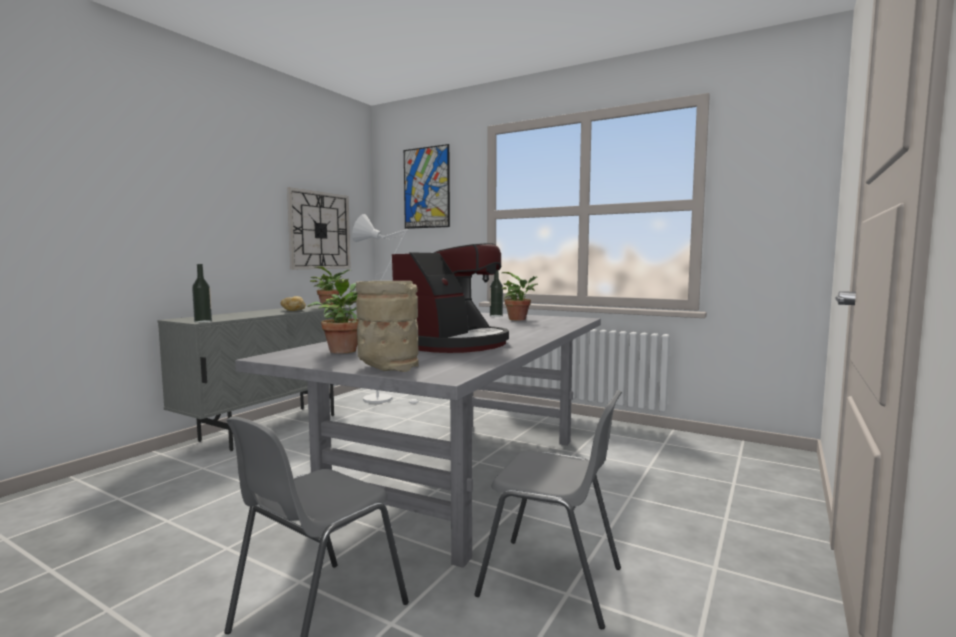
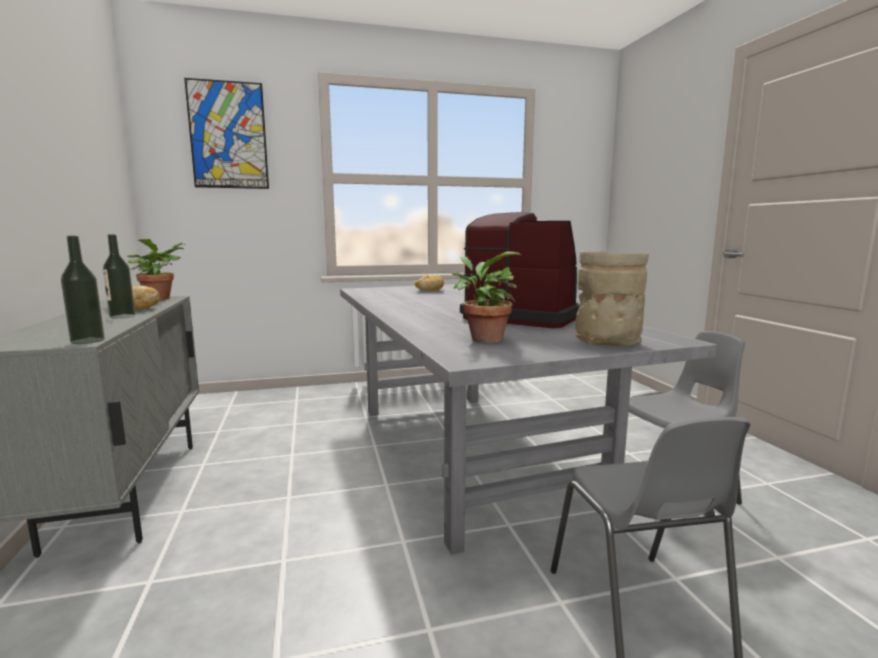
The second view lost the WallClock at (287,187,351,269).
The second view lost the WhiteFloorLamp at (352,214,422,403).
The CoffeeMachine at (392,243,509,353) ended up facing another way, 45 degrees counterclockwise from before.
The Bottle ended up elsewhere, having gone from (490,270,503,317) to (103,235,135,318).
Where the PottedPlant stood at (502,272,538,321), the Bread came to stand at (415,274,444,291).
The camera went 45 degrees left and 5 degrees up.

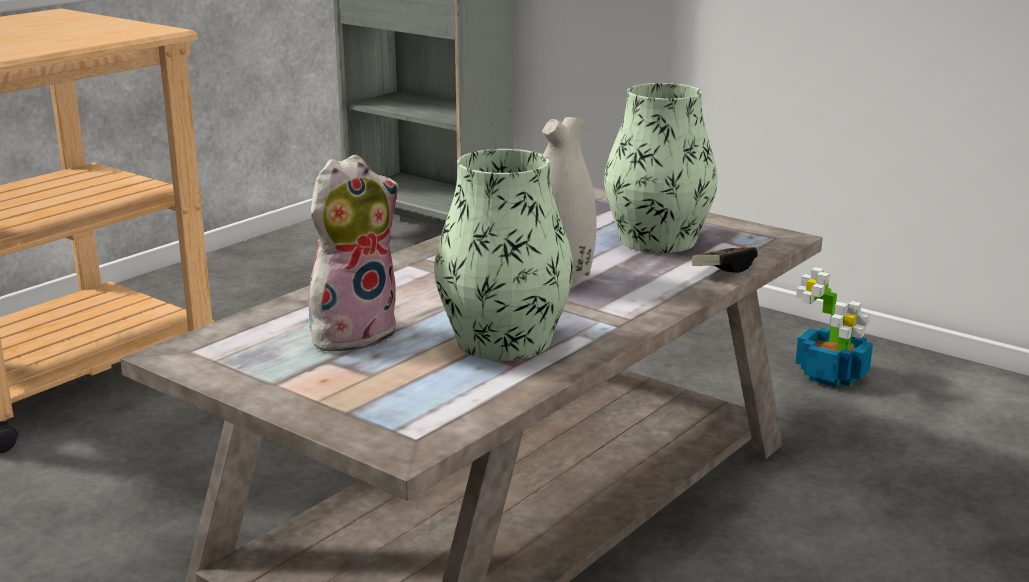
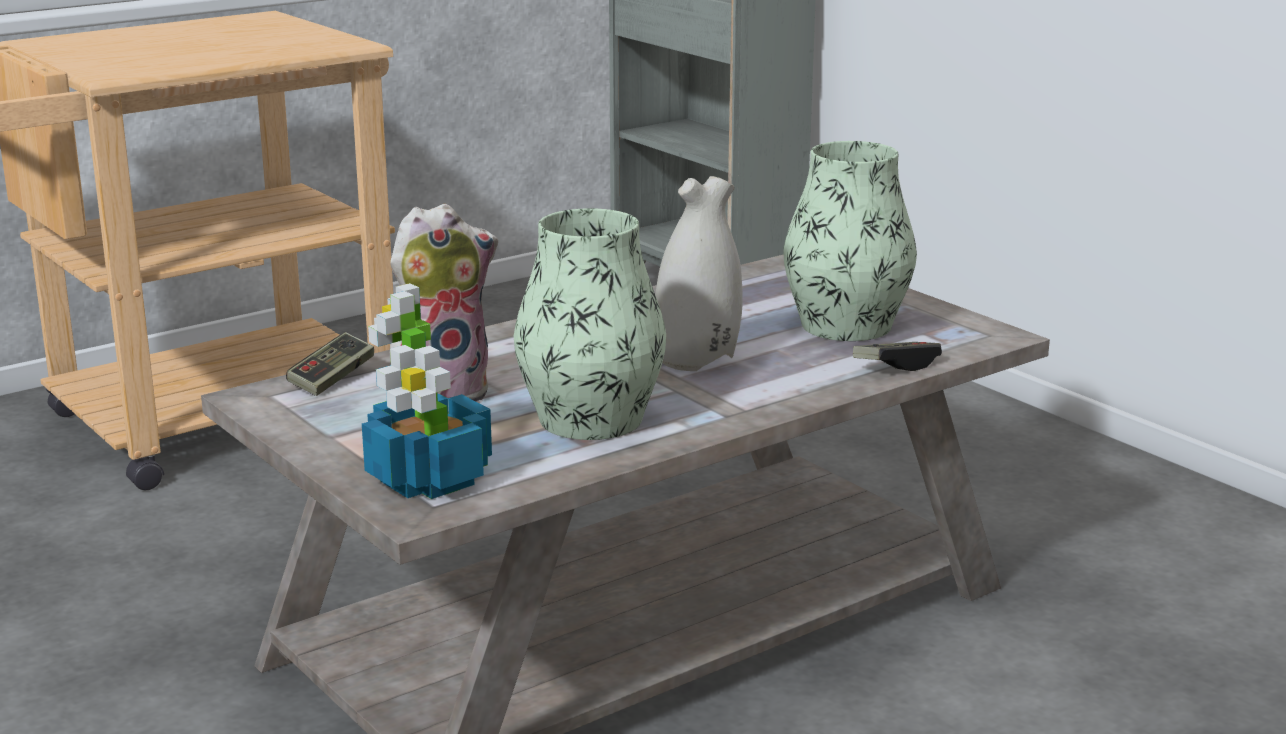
The PottedPlant ended up elsewhere, having gone from (796,267,873,387) to (362,283,492,499).
The second view gained the GameController at (286,332,374,396).
The camera went 15 degrees right and 0 degrees up.

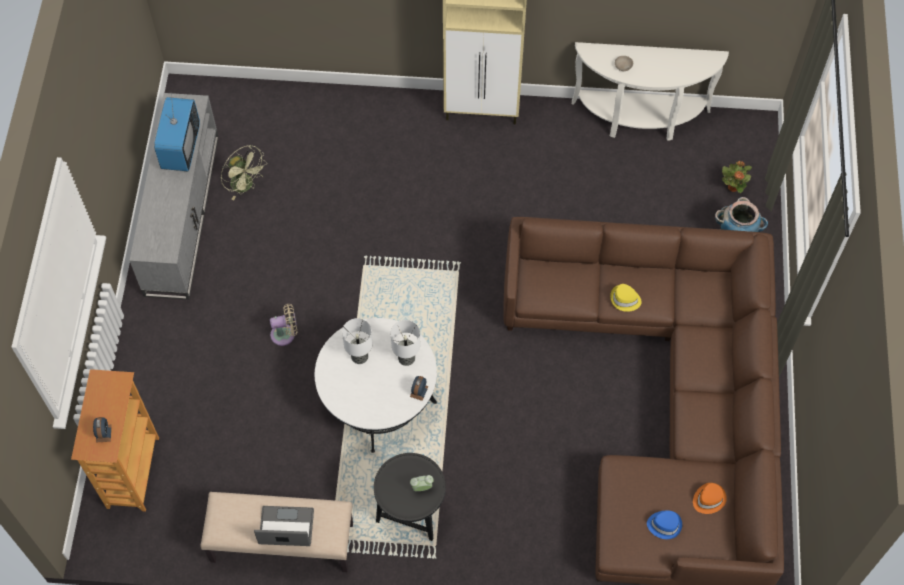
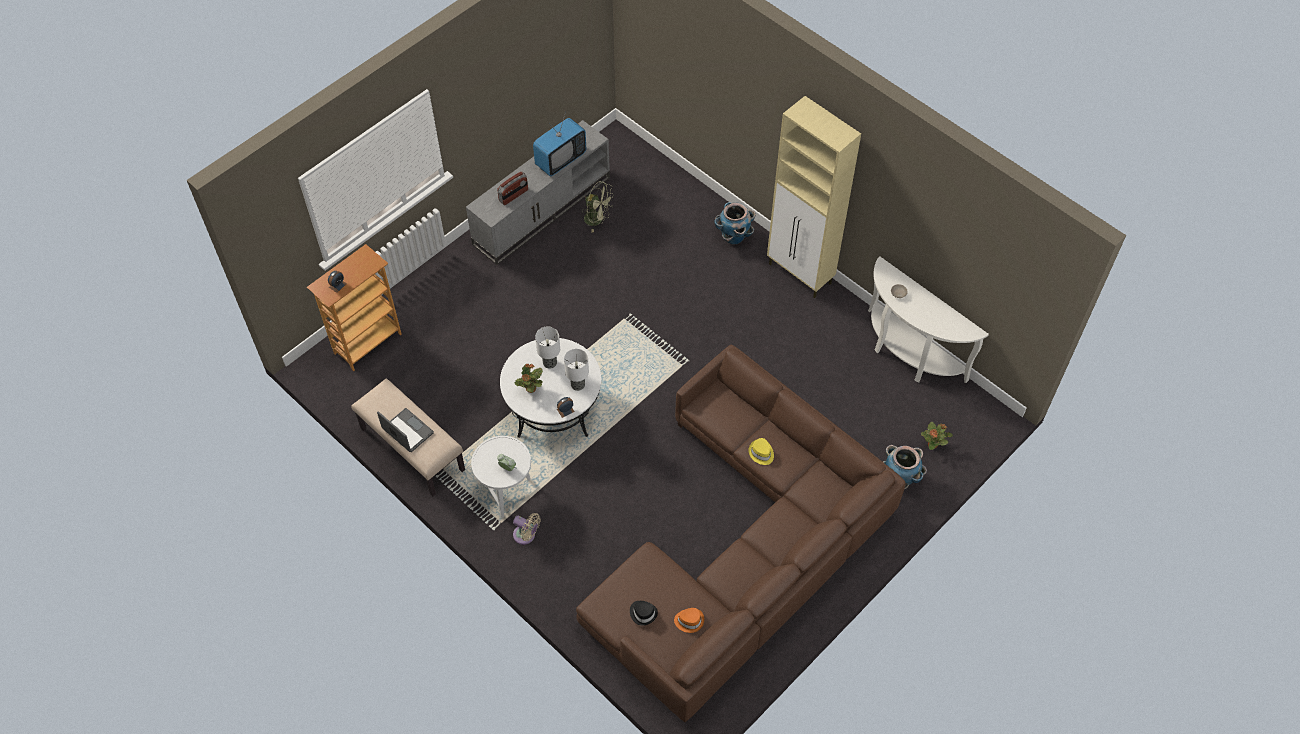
The GreenFan at (221,145,267,200) ended up facing another way, 60 degrees counterclockwise from before.
The BeigeFan ended up elsewhere, having gone from (270,304,297,346) to (513,513,541,545).
What was the BlackSideTable at (374,453,446,541) turned into the WhiteSideTable at (471,436,531,518).
What was the BlueHat at (647,510,682,539) turned into the BlackHat at (630,601,658,626).
The second view gained the Radio at (497,172,528,205).
The second view gained the PottedPlant at (515,363,543,393).
The second view gained the Planter at (714,202,756,245).
The camera went 40 degrees right and 5 degrees down.

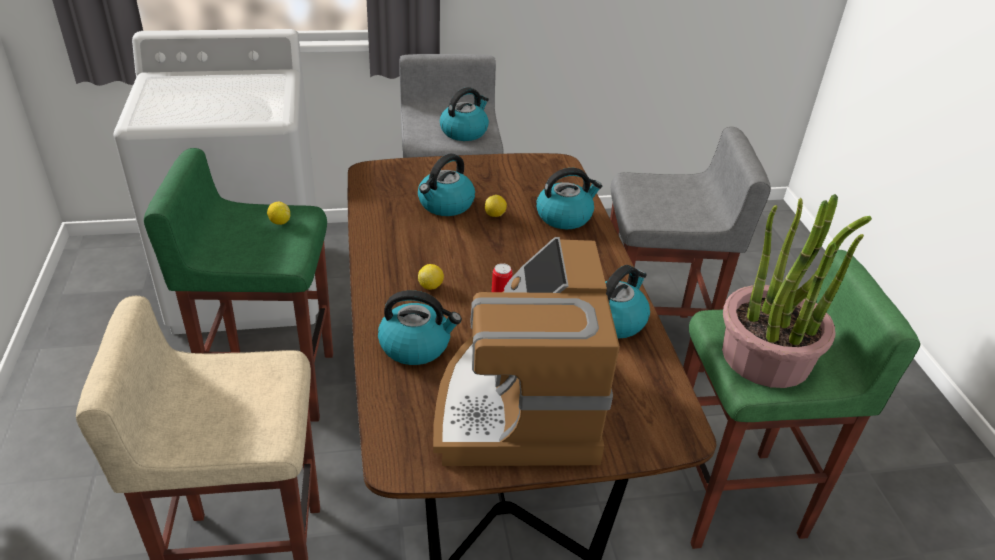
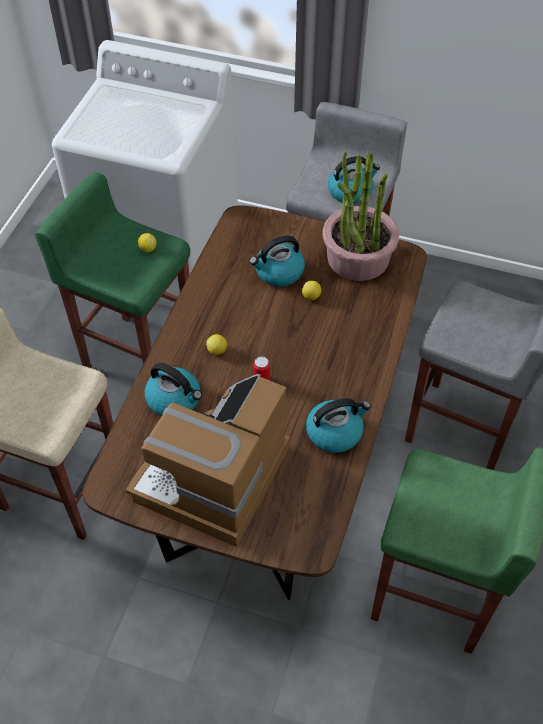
The second view lost the Kettle at (536,168,602,229).
The PottedPlant ended up elsewhere, having gone from (722,194,872,388) to (323,151,399,281).
The camera went 30 degrees right and 15 degrees up.

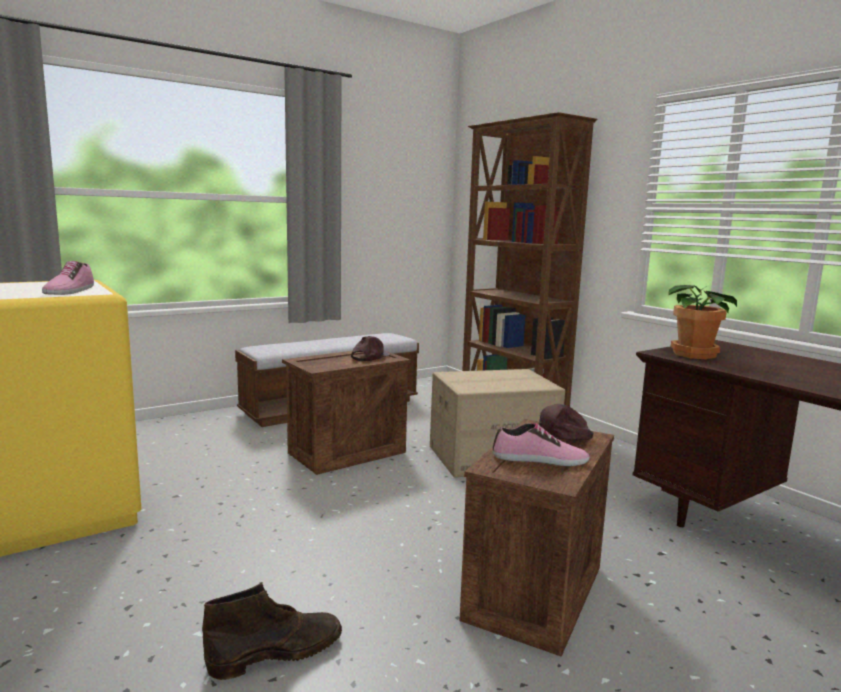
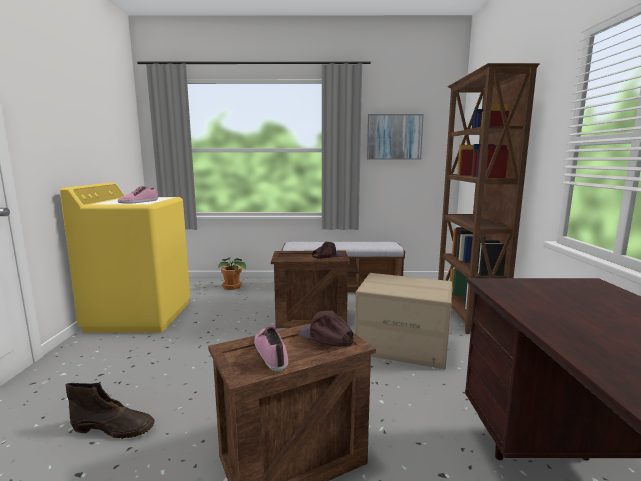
The Shoe at (493,423,590,466) ended up facing another way, 150 degrees counterclockwise from before.
The PottedPlant ended up elsewhere, having gone from (668,285,737,360) to (218,257,246,290).
The second view gained the Picture at (367,114,424,159).
The camera went 35 degrees right and 0 degrees up.

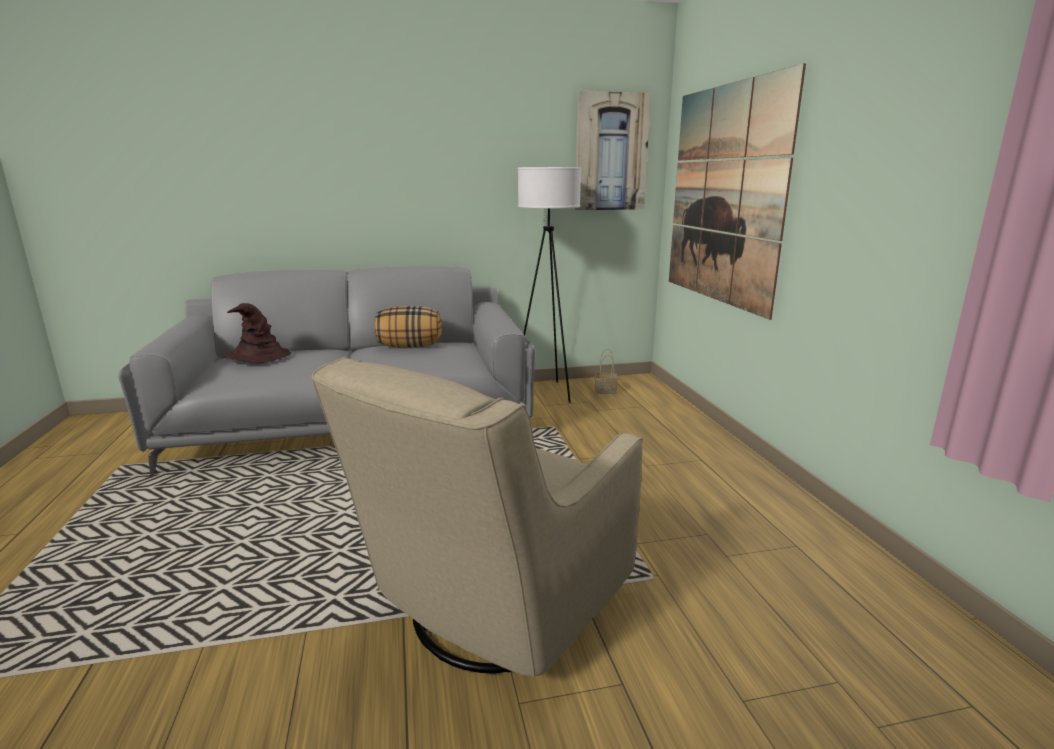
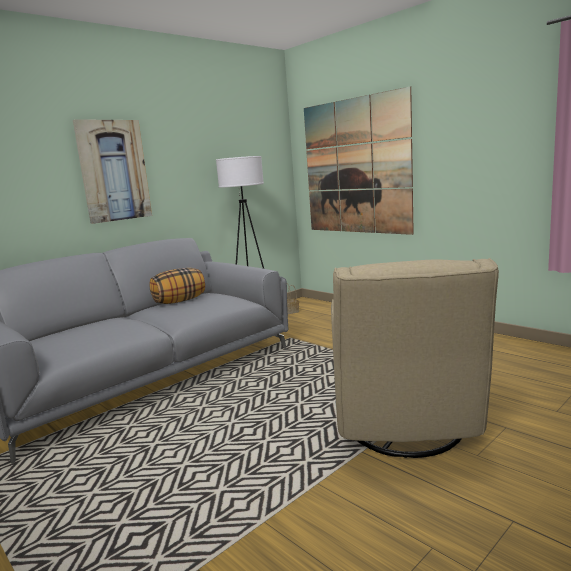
The second view lost the BrownHat at (222,303,291,363).
The Picture ended up elsewhere, having gone from (575,91,651,210) to (73,119,152,224).
The camera went 30 degrees left and 5 degrees down.

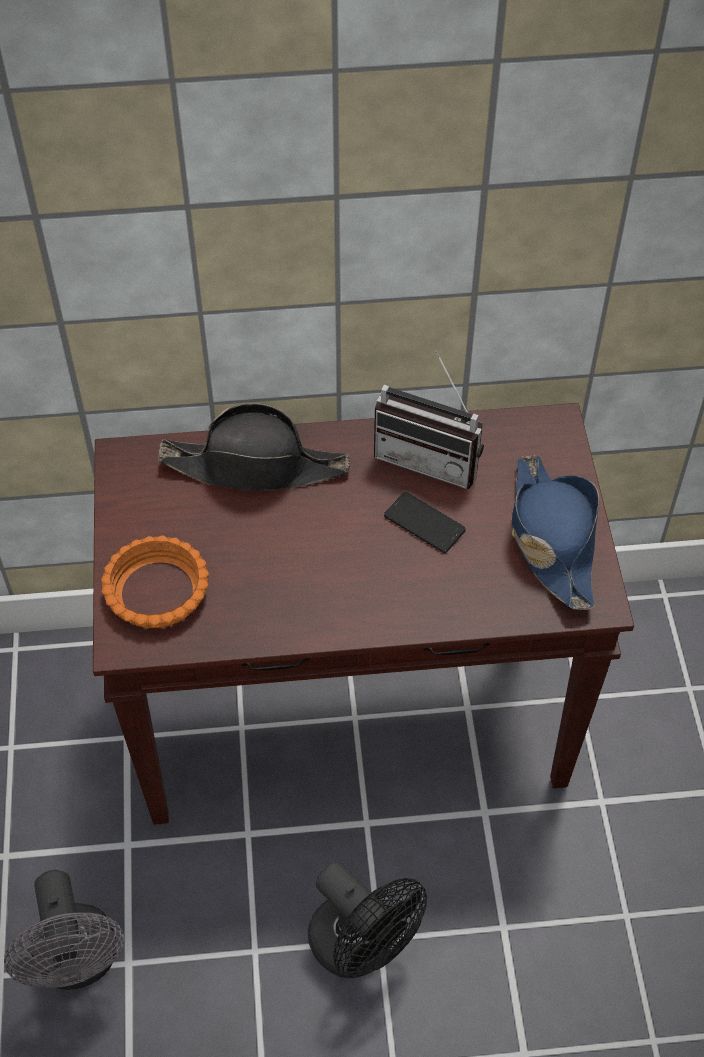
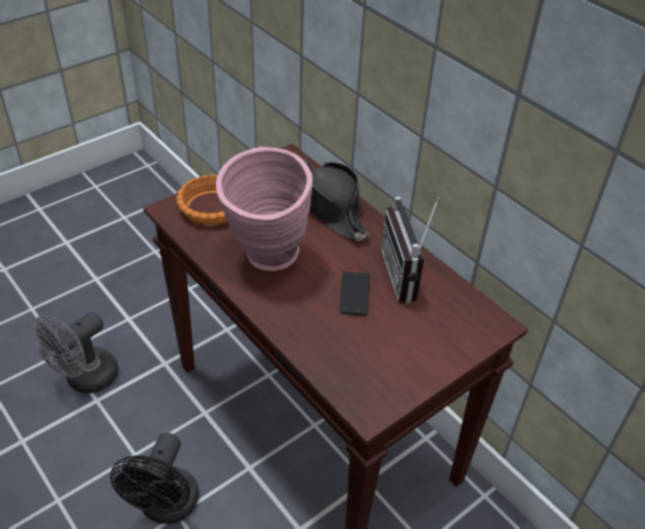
The second view lost the BlueHat at (511,455,599,610).
The second view gained the PinkVase at (216,147,313,271).
The camera went 55 degrees right and 10 degrees down.

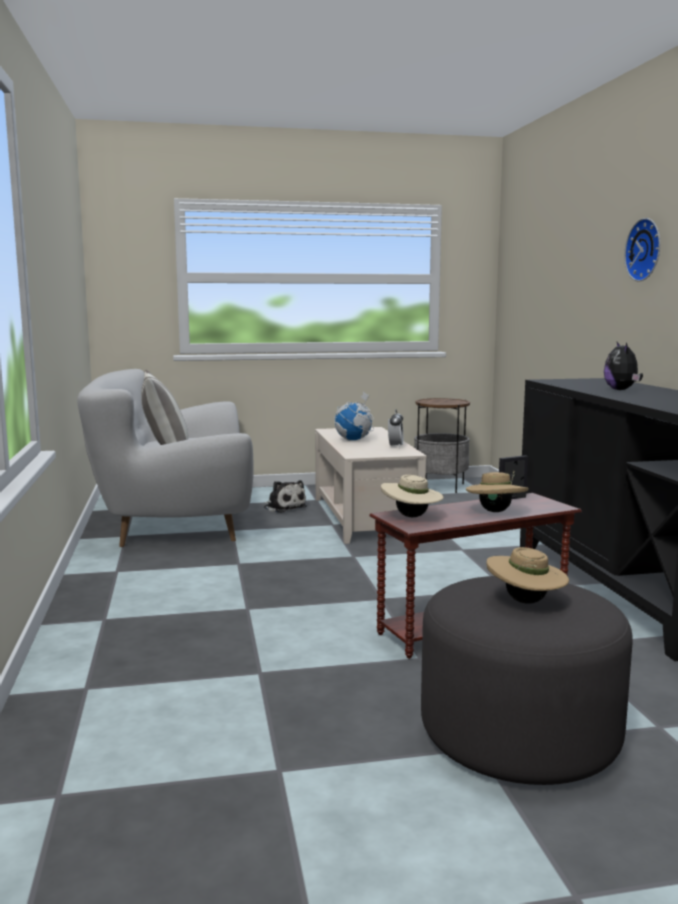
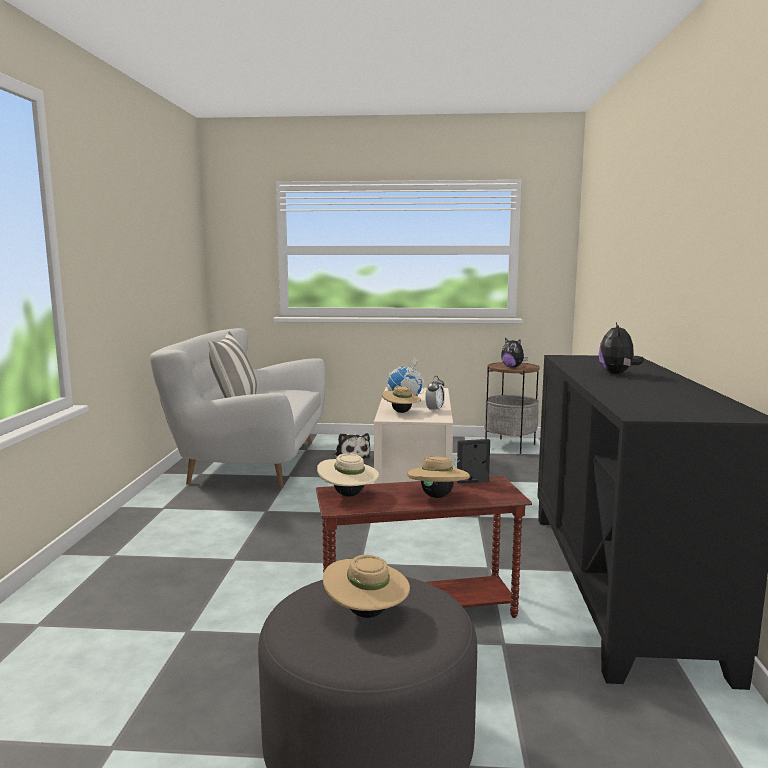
The second view lost the WallClock at (624,218,660,281).
The second view gained the BeigeHat at (382,386,421,413).
The second view gained the PlushToy at (501,338,528,368).
The camera went 15 degrees right and 0 degrees up.

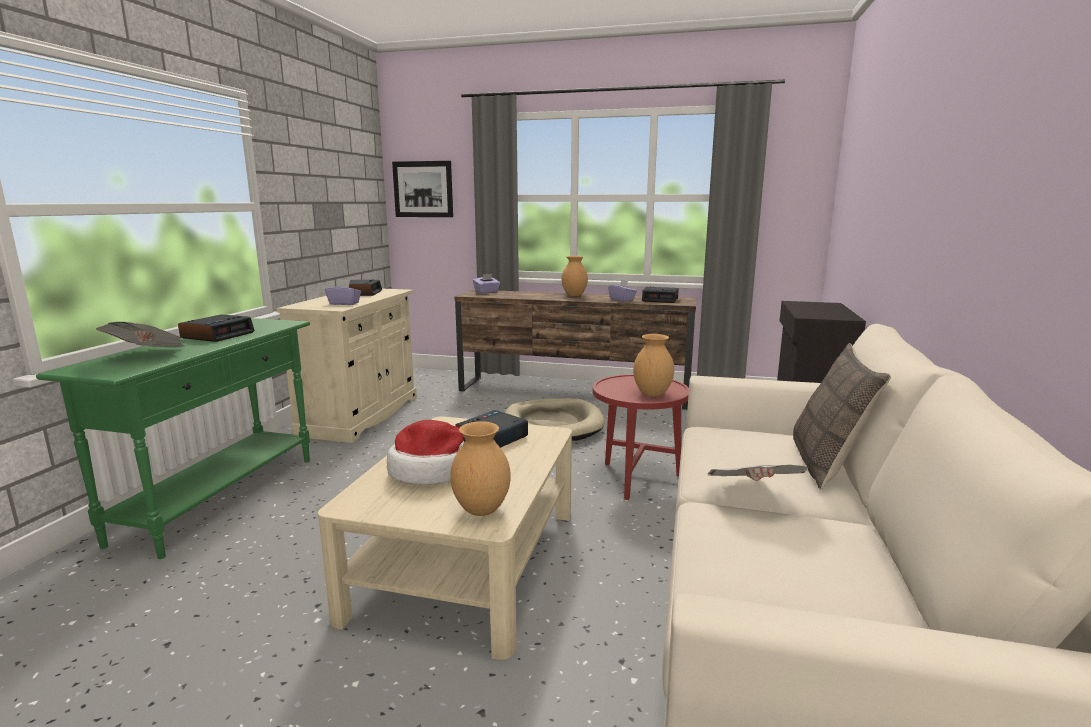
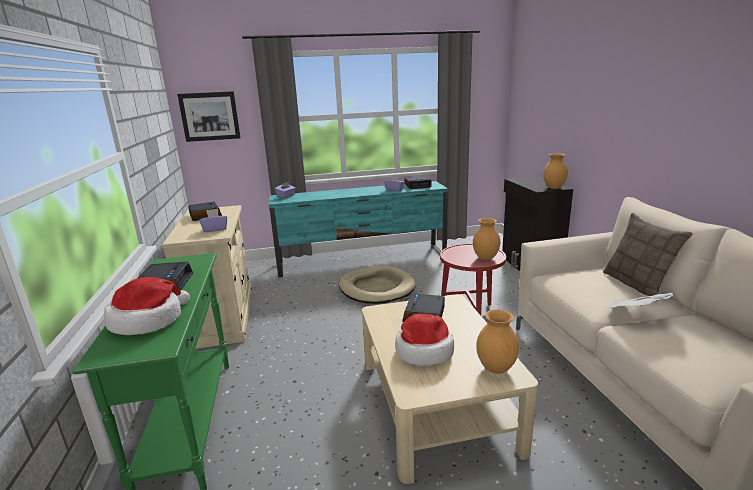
Where the Newspaper stood at (96,322,185,348), the Hat came to stand at (104,277,190,335).
What was the BrownTvStand at (455,290,697,410) turned into the TurquoiseTvStand at (269,181,448,277).
The BrownVase ended up elsewhere, having gone from (561,256,588,296) to (543,153,568,189).
The camera went 25 degrees left and 5 degrees up.

